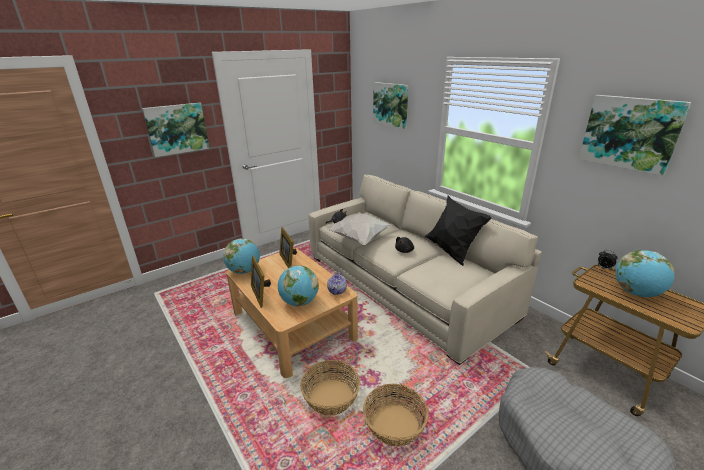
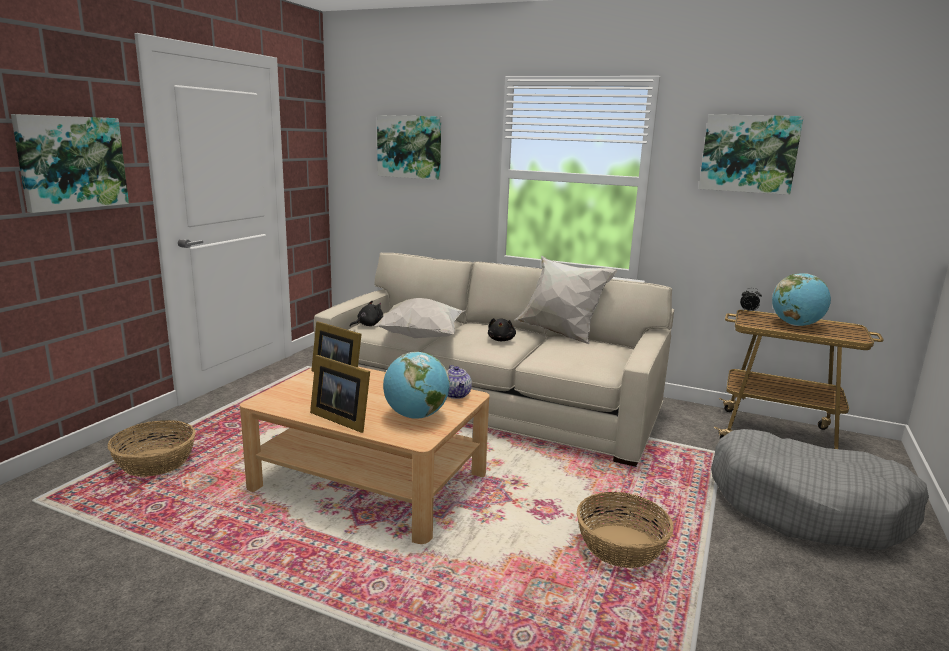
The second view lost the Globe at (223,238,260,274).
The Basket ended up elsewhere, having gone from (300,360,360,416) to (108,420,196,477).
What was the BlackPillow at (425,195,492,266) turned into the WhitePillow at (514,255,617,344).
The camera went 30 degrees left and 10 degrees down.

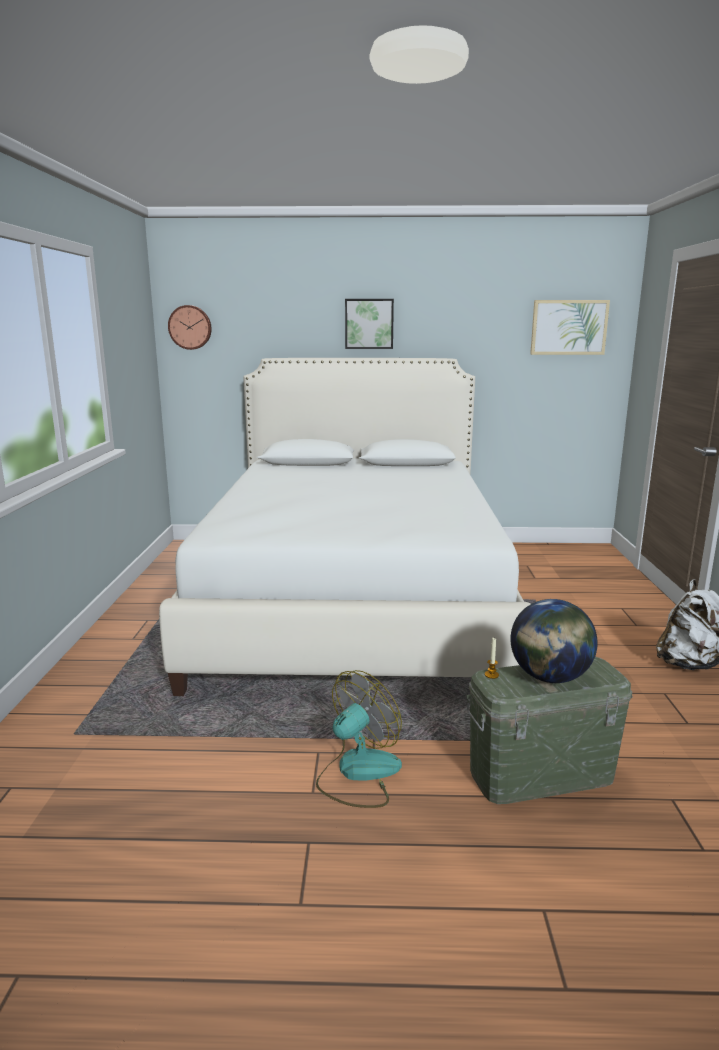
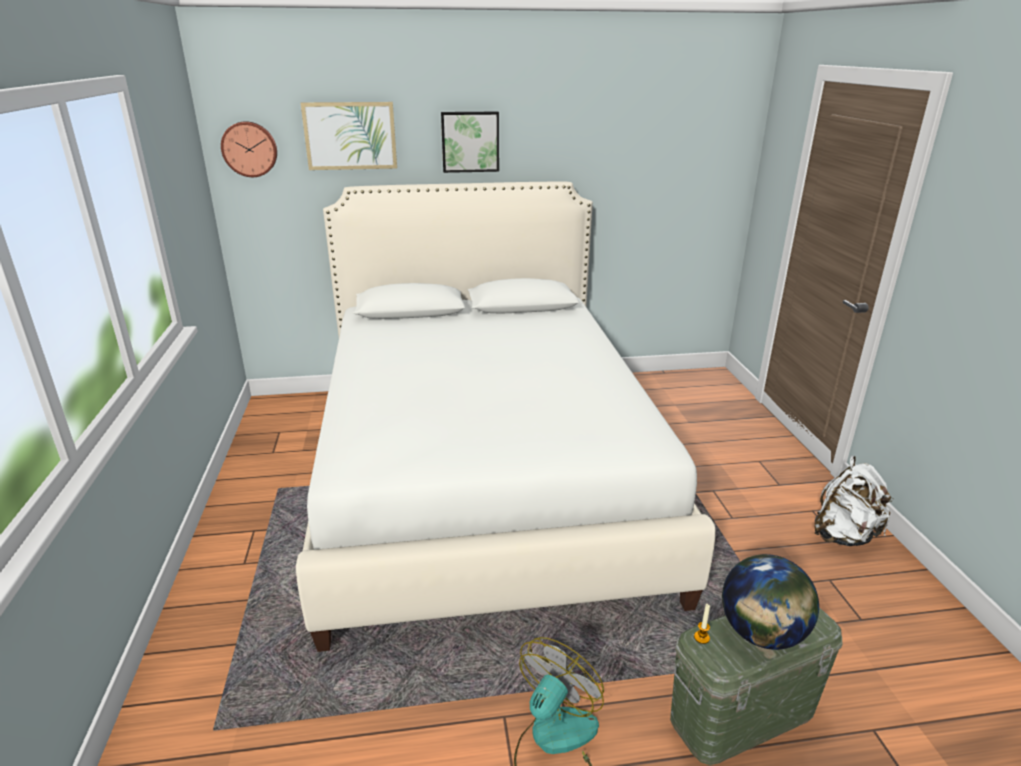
The Picture ended up elsewhere, having gone from (530,300,610,355) to (301,102,397,170).
The camera went 10 degrees left and 10 degrees up.

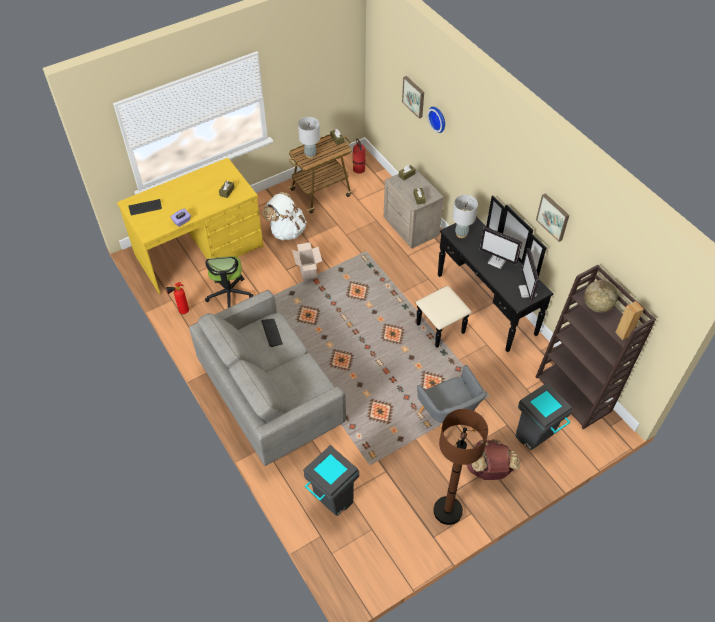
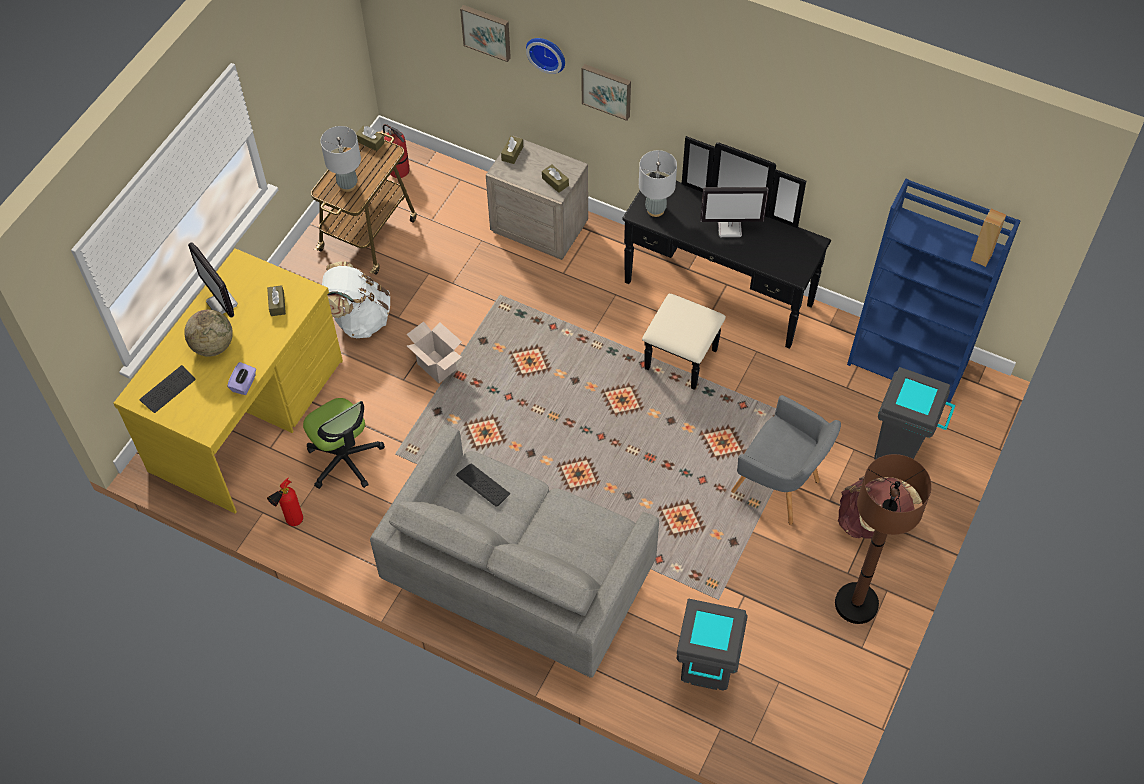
The Monitor ended up elsewhere, having gone from (519,248,539,301) to (188,242,238,317).
The Picture ended up elsewhere, having gone from (536,193,569,242) to (582,64,631,121).
What was the BrownBookcase at (536,265,656,429) turned into the BlueBookcase at (847,179,1021,403).
The Globe ended up elsewhere, having gone from (584,280,618,313) to (184,309,233,357).
The camera went 30 degrees left and 5 degrees up.

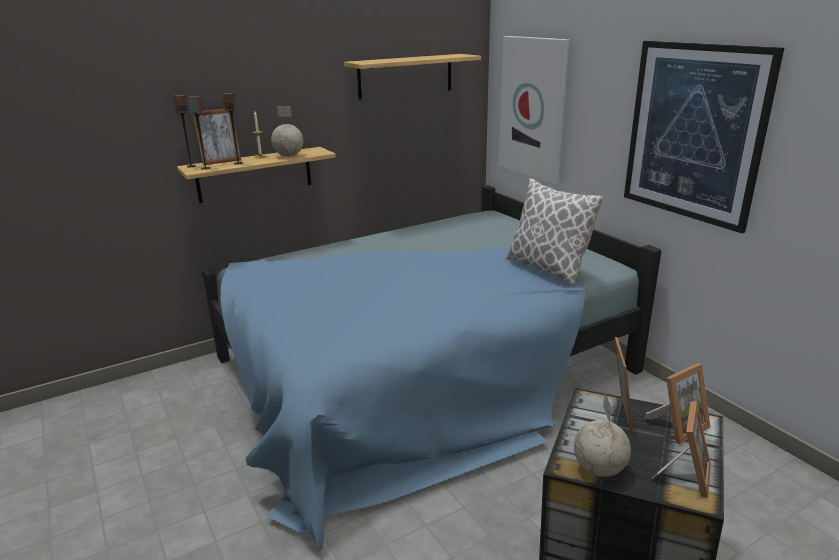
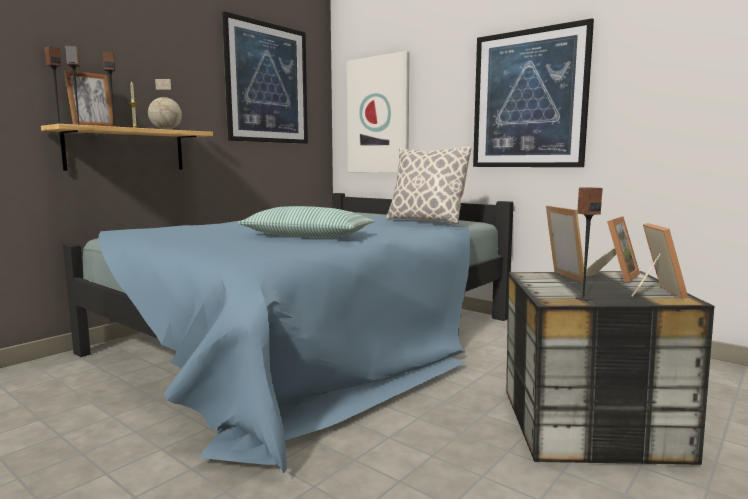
Where the Shelf hung at (344,54,481,100), the Picture came to hang at (222,11,308,144).
Where the Globe stood at (574,393,631,477), the Speaker came to stand at (576,187,602,301).
The second view gained the Pillow at (237,206,375,238).
The camera went 20 degrees left and 15 degrees down.

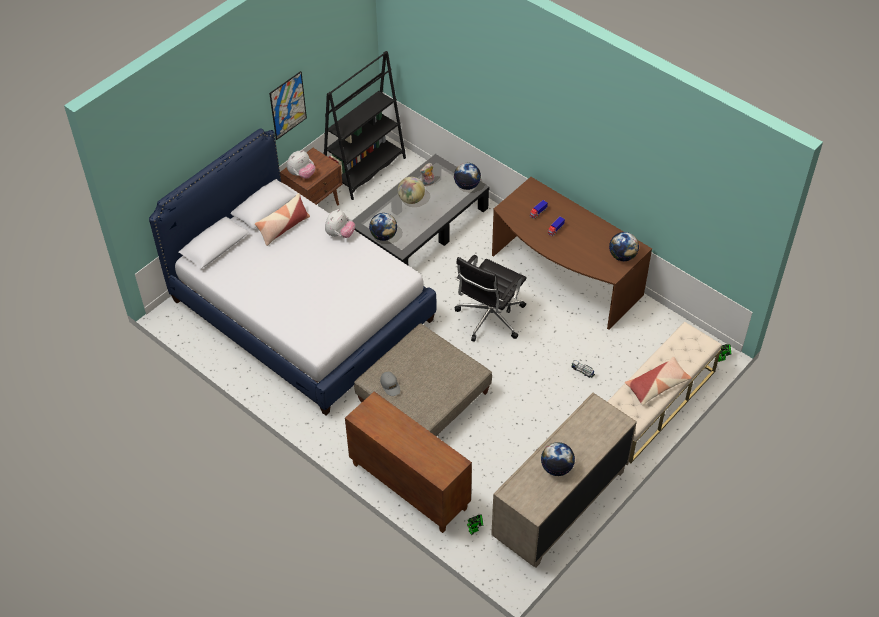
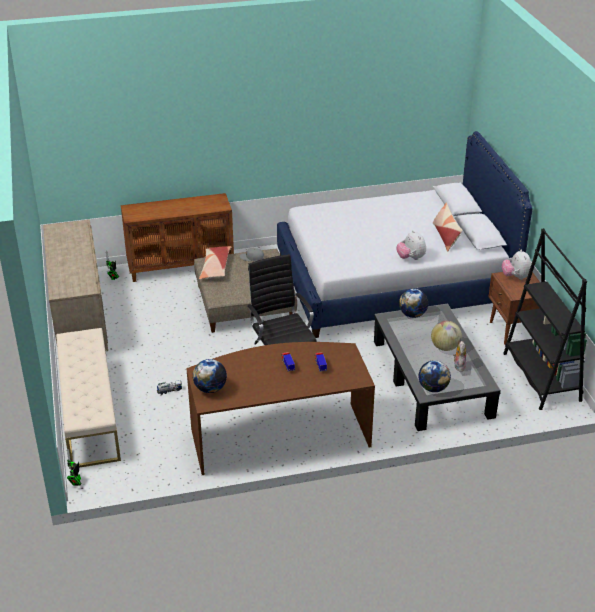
The second view lost the Picture at (269,71,307,140).
The second view lost the Globe at (541,442,575,476).
The Pillow ended up elsewhere, having gone from (625,357,691,406) to (199,246,231,279).
The camera went 125 degrees right and 15 degrees down.

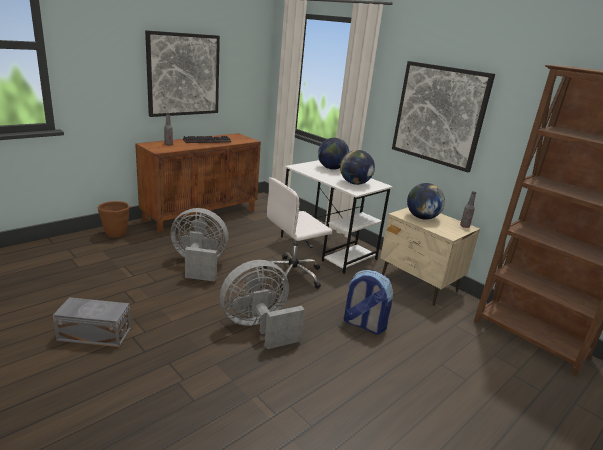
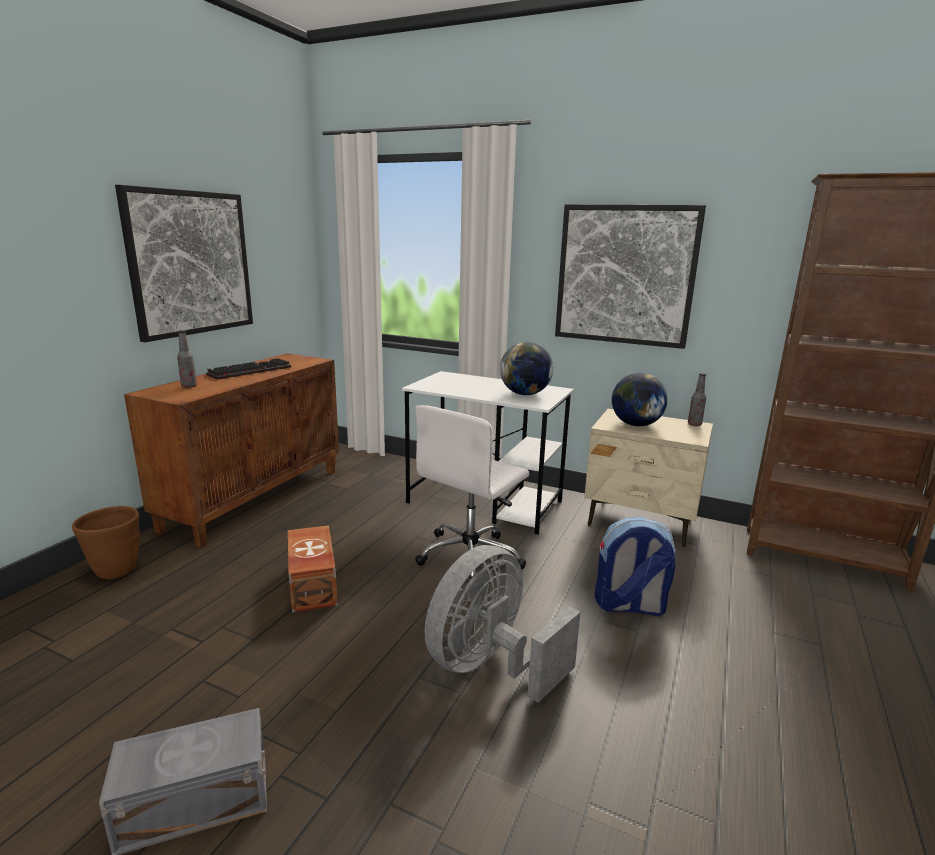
Where the GreyFan stood at (171,208,229,282), the BrownStorageBox came to stand at (288,525,338,612).
The second view lost the Globe at (318,138,350,170).
The camera went 20 degrees left and 5 degrees down.

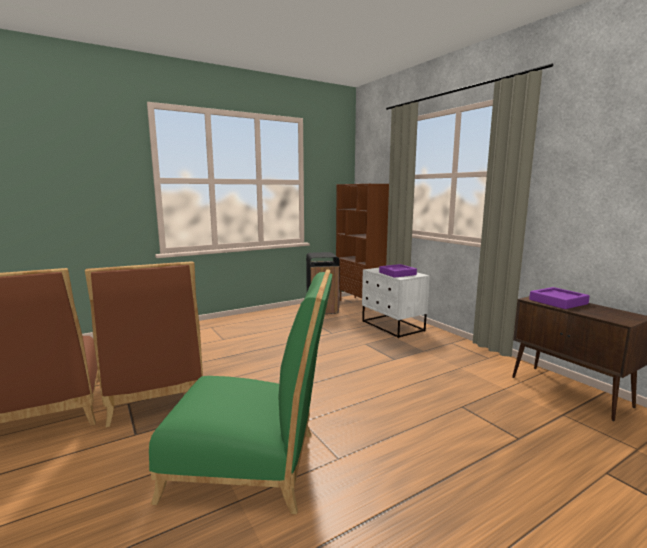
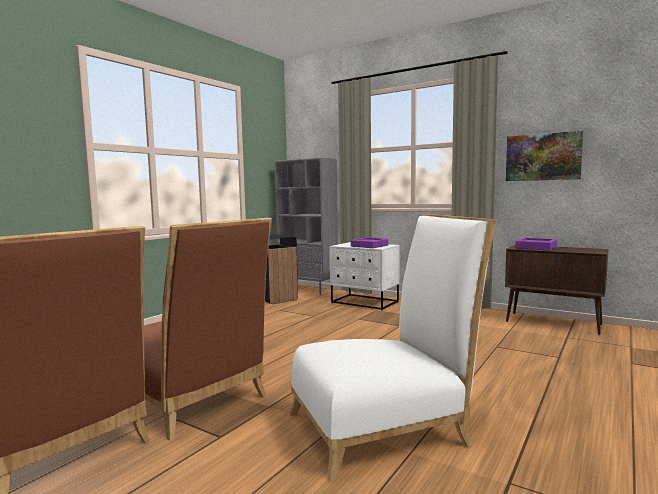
What was the GreenChair at (149,269,332,514) turned into the WhiteChair at (289,214,496,482).
What was the BrownBookcase at (336,184,389,311) turned into the GreyBookcase at (274,158,338,295).
The second view gained the Picture at (506,131,583,181).
The camera went 25 degrees left and 5 degrees down.

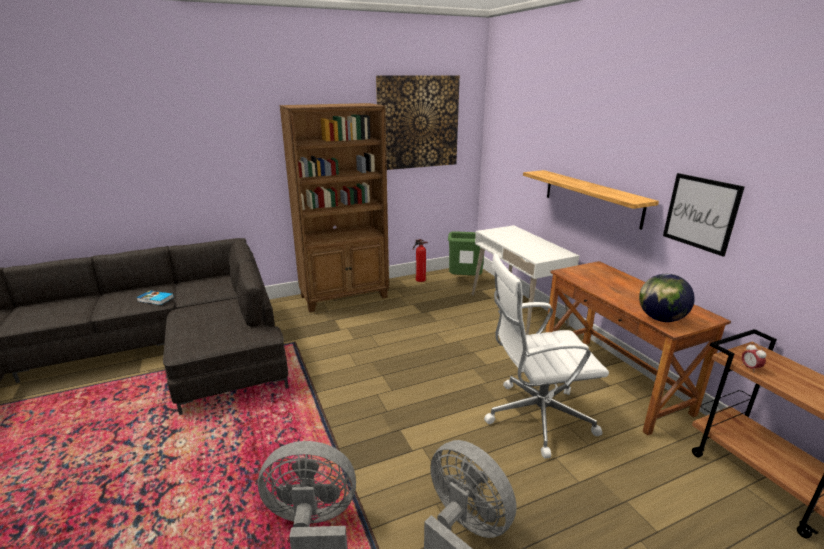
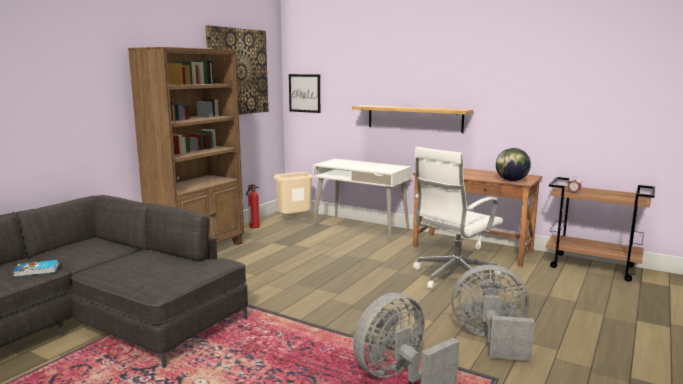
What was the GreenTrashCan at (448,231,484,275) turned into the BeigeTrashCan at (274,172,313,214).
The Picture ended up elsewhere, having gone from (663,173,745,257) to (289,74,320,113).
The camera went 35 degrees left and 10 degrees down.

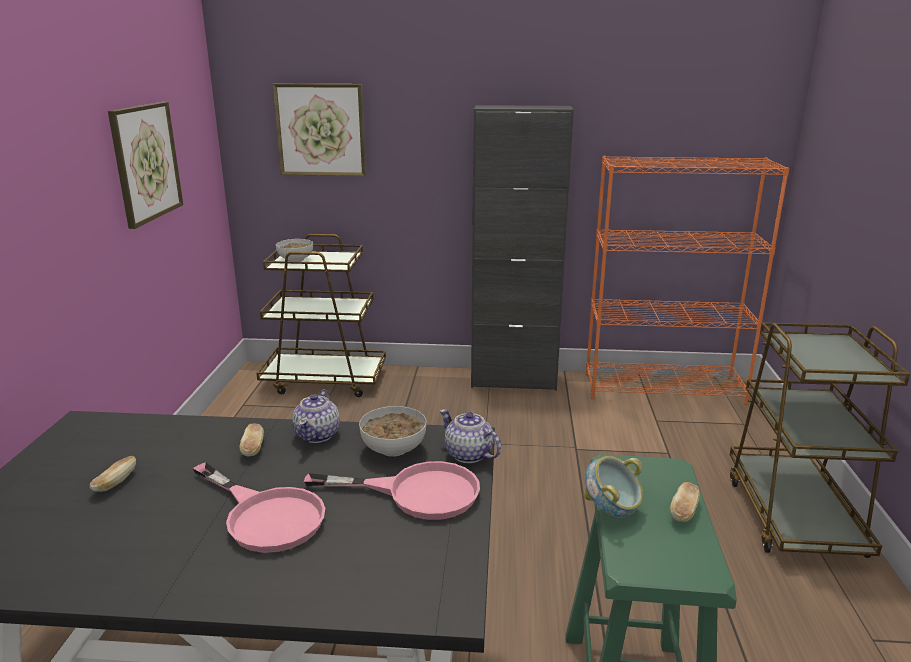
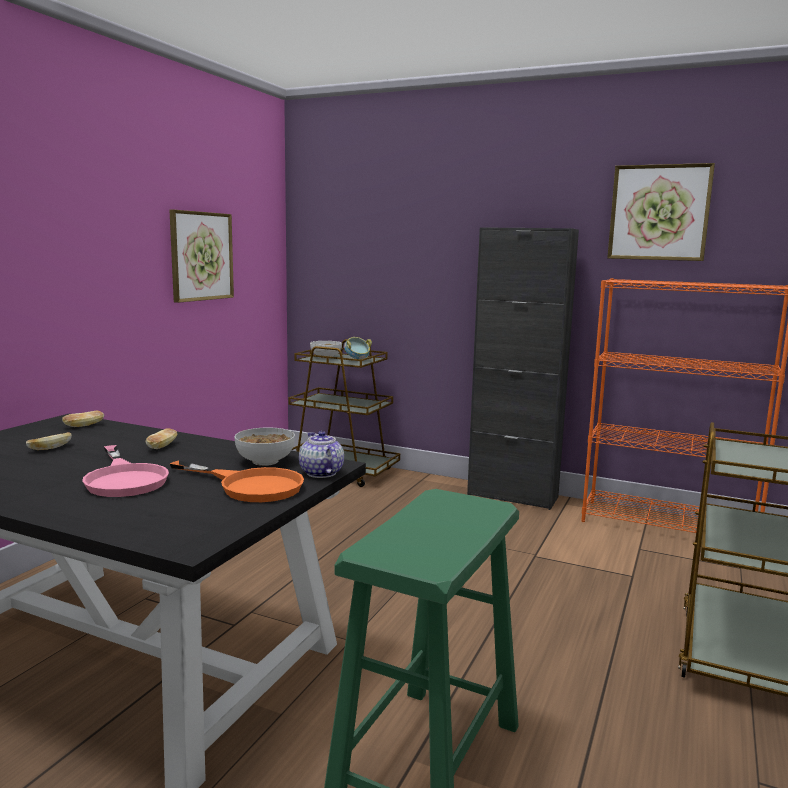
The Picture ended up elsewhere, having gone from (272,84,366,176) to (607,163,715,261).
The second view lost the Teapot at (292,389,340,443).
What was the PinkFryingPan at (304,461,480,520) turned into the OrangeFryingPan at (170,460,304,502).
The Bowl ended up elsewhere, having gone from (584,456,643,518) to (344,337,372,359).
The Bread ended up elsewhere, having gone from (670,482,700,522) to (62,411,104,427).
The camera went 20 degrees right and 10 degrees down.

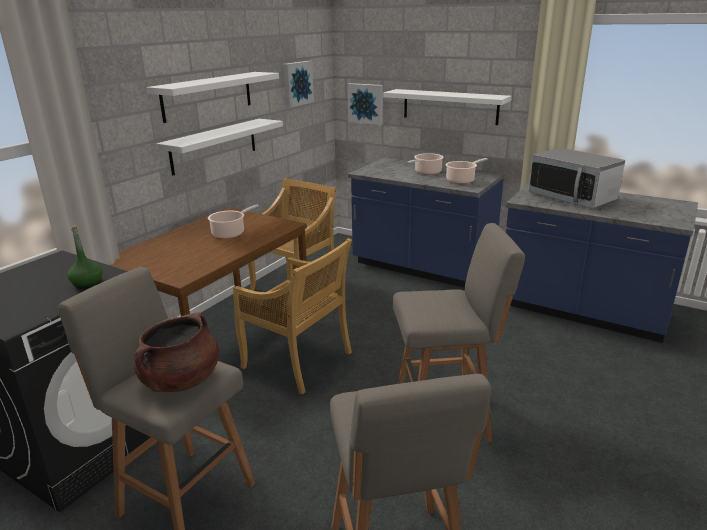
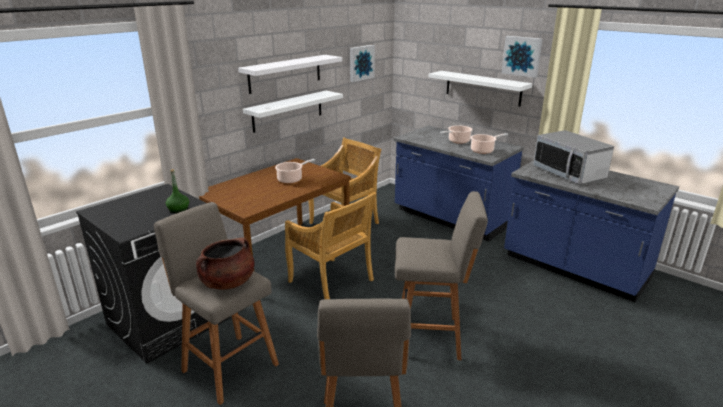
The Picture ended up elsewhere, having gone from (348,83,383,125) to (502,36,543,78).
The camera went 10 degrees right and 0 degrees up.

